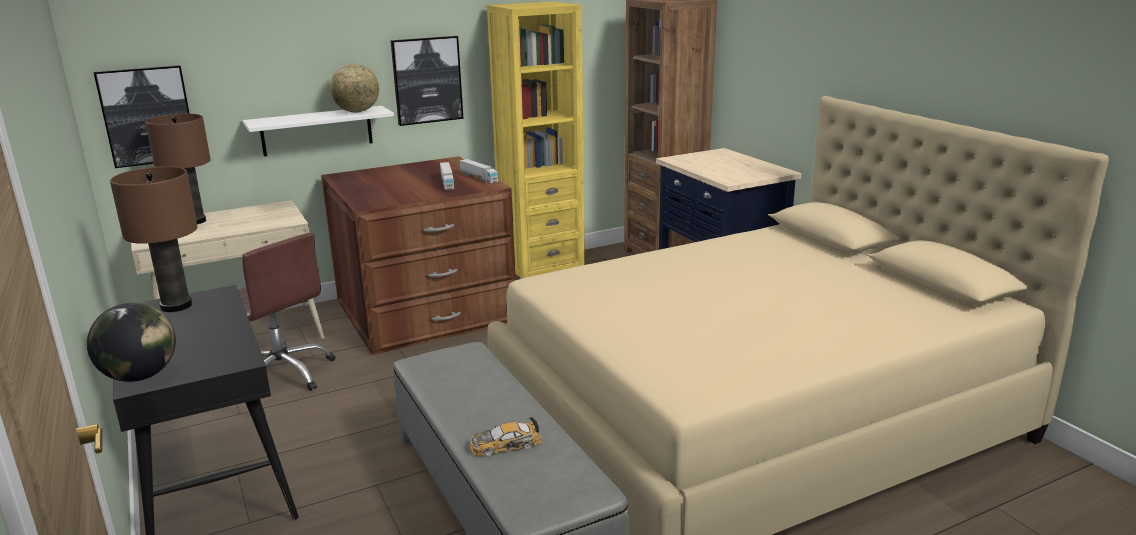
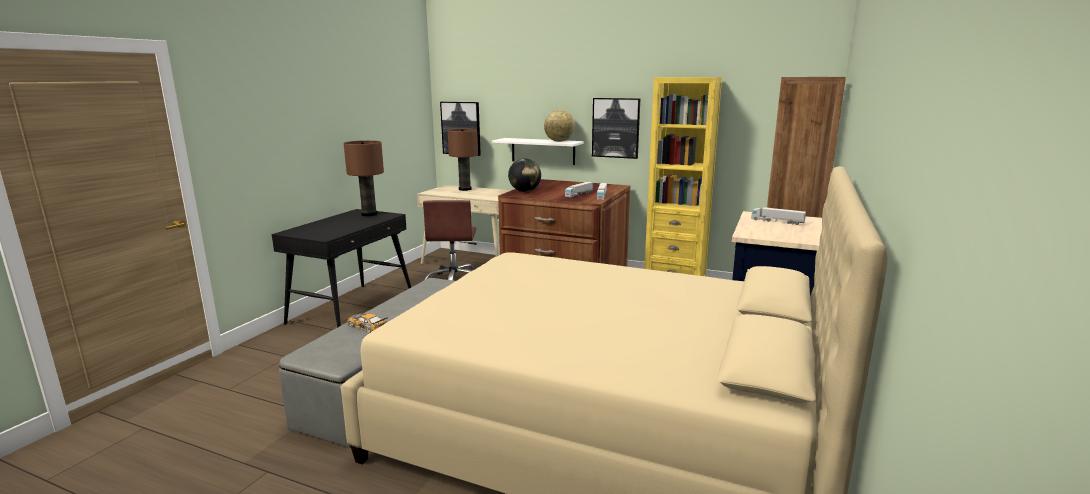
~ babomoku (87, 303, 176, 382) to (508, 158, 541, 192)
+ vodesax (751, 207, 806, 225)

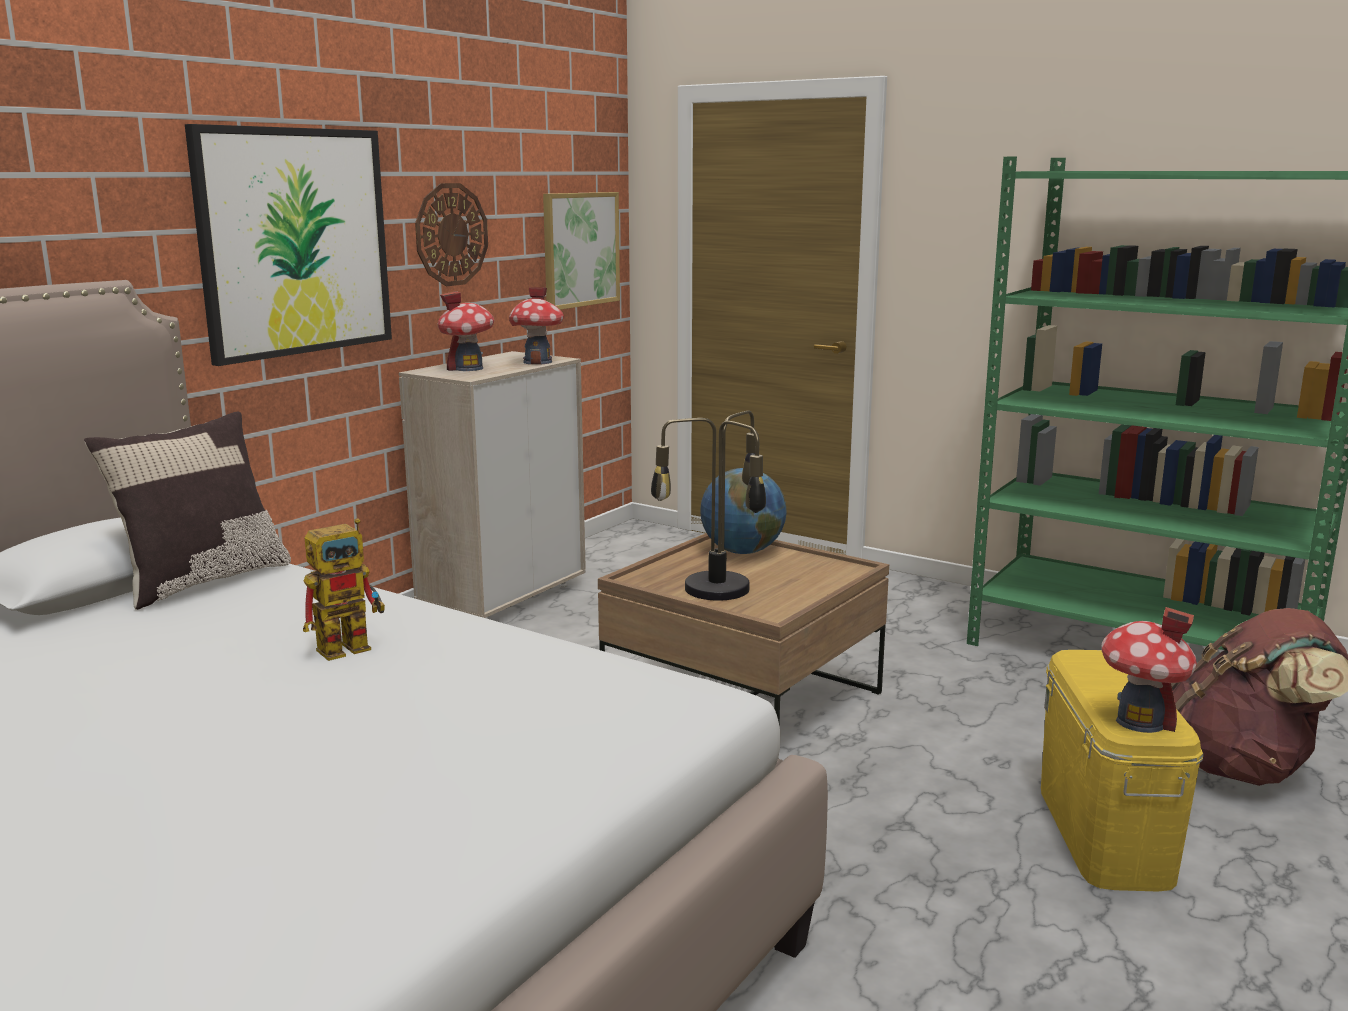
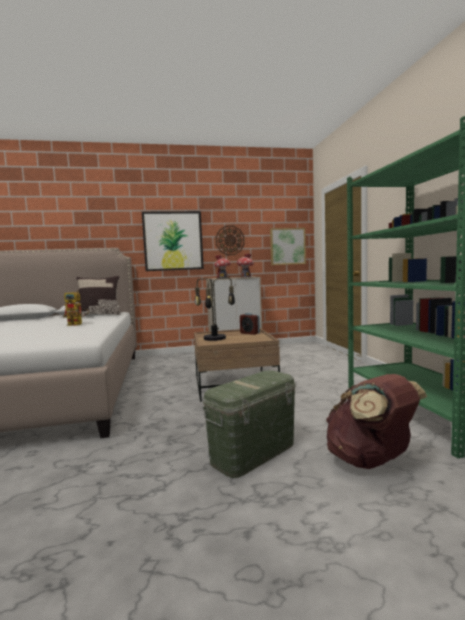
~ babomoku (700, 468, 787, 554) to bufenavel (240, 313, 260, 335)
- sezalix (1101, 607, 1197, 733)
~ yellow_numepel (1041, 650, 1203, 891) to green_numepel (203, 370, 296, 478)

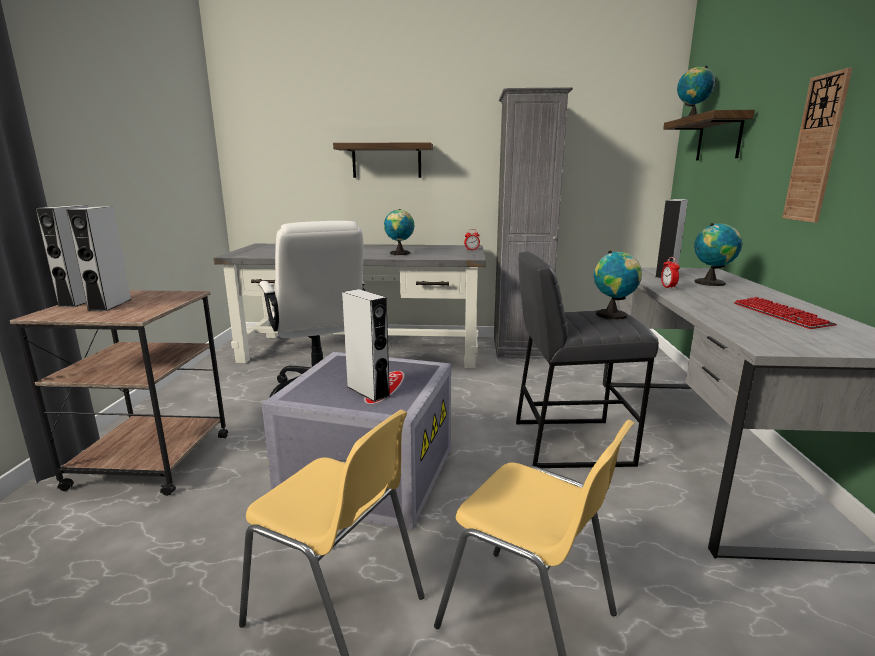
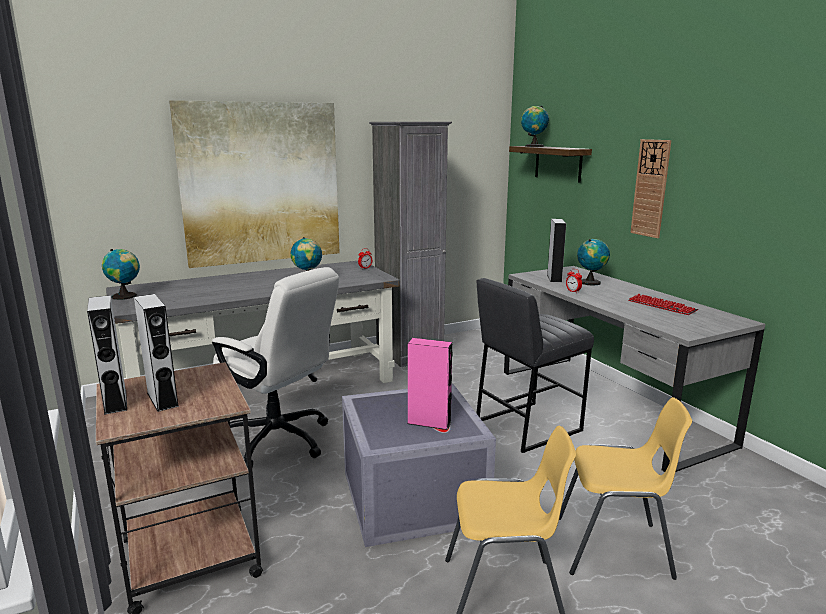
~ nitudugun (333, 142, 433, 178) to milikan (169, 100, 340, 268)
~ babomoku (594, 251, 642, 319) to (102, 249, 140, 300)
~ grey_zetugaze (342, 289, 390, 402) to pink_zetugaze (407, 338, 452, 430)

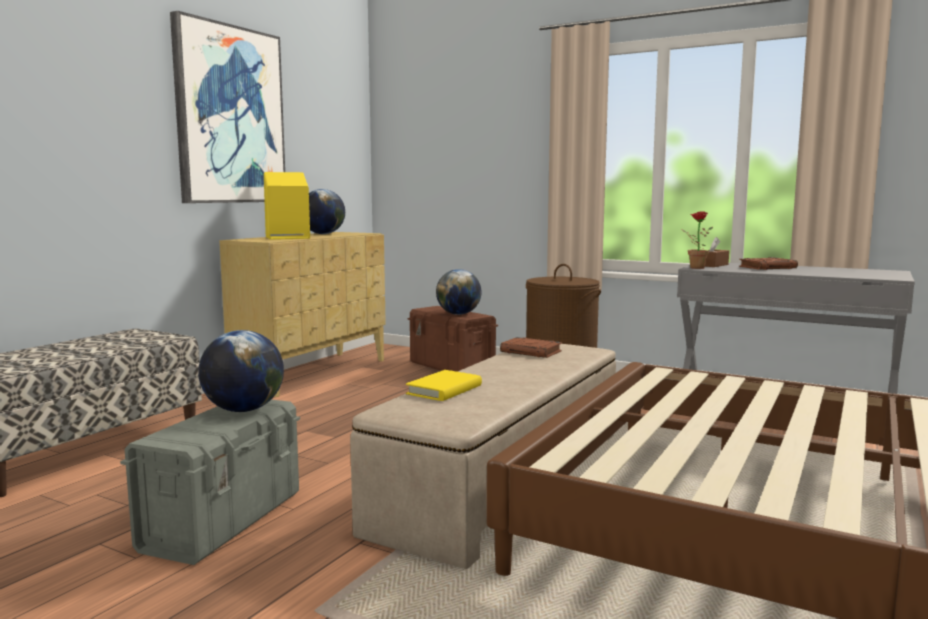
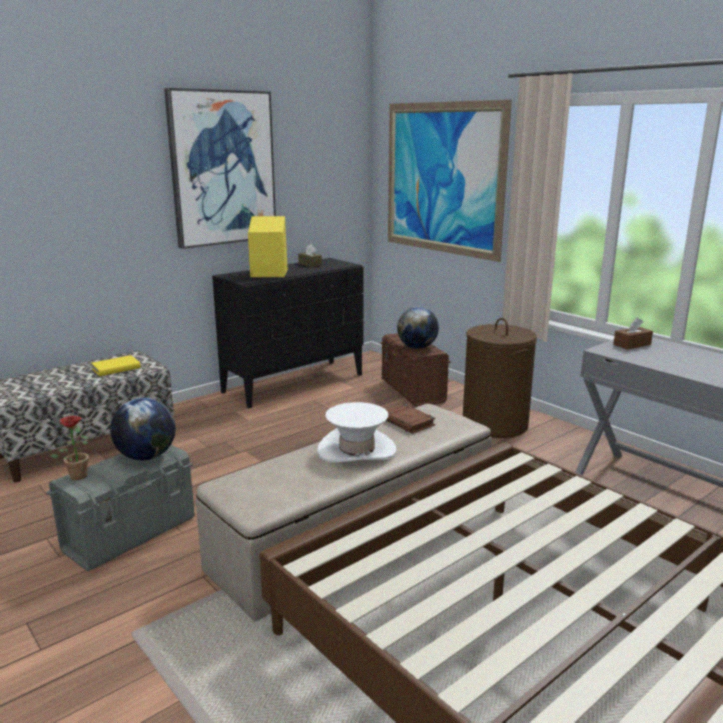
~ babomoku (309, 189, 345, 234) to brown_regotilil (298, 244, 322, 267)
~ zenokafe (681, 211, 713, 269) to (50, 416, 89, 480)
~ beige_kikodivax (219, 232, 386, 397) to black_kikodivax (212, 258, 364, 408)
- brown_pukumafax (739, 257, 798, 270)
~ yellow_pukumafax (406, 370, 482, 401) to (91, 355, 141, 376)
+ milikan (388, 100, 512, 262)
+ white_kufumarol (317, 402, 397, 462)

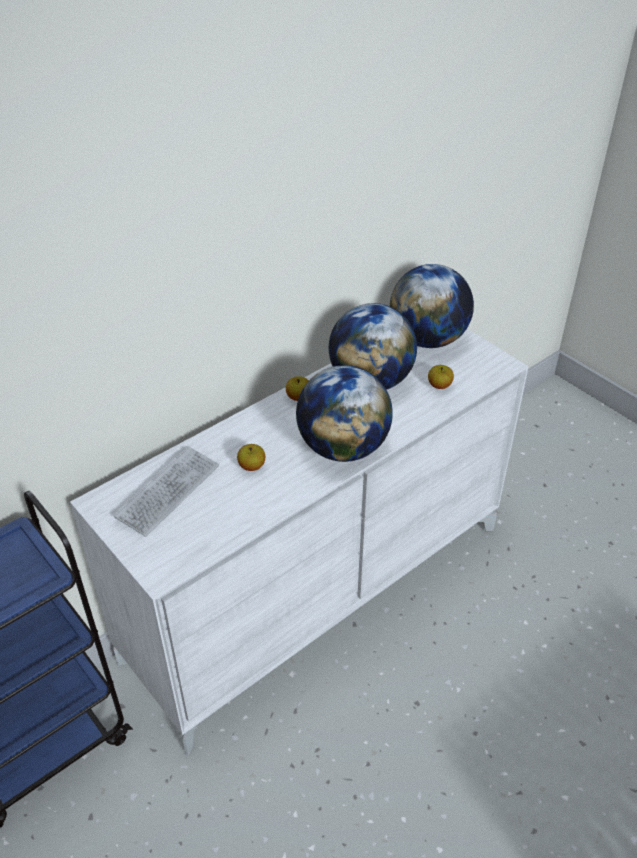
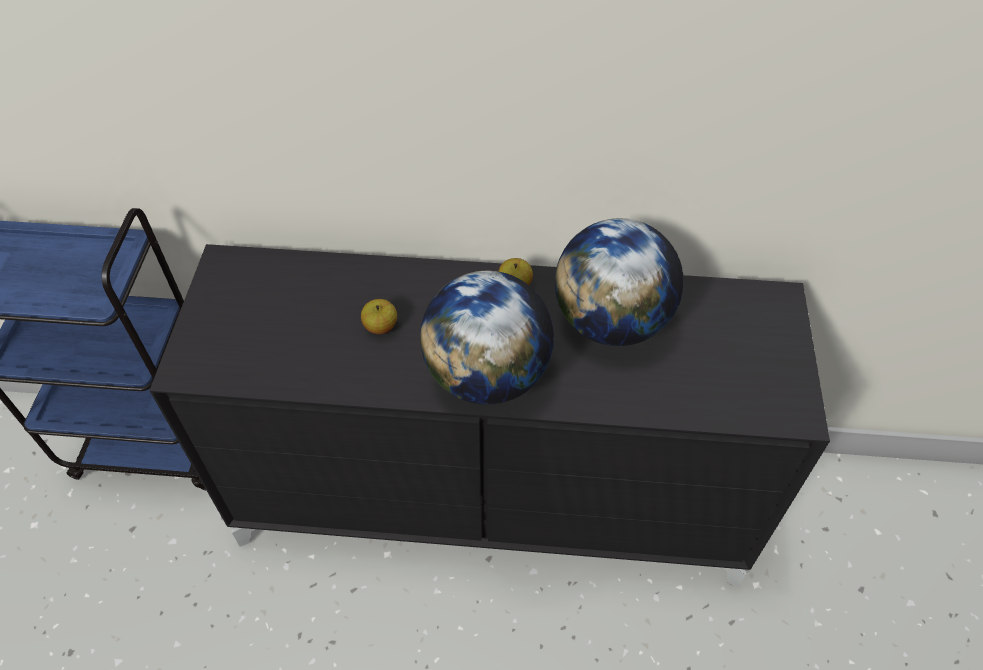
- babomoku (390, 264, 474, 348)
~ white_kikodivax (70, 329, 529, 755) to black_kikodivax (149, 244, 830, 588)
- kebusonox (428, 365, 454, 389)
- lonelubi (114, 447, 219, 537)

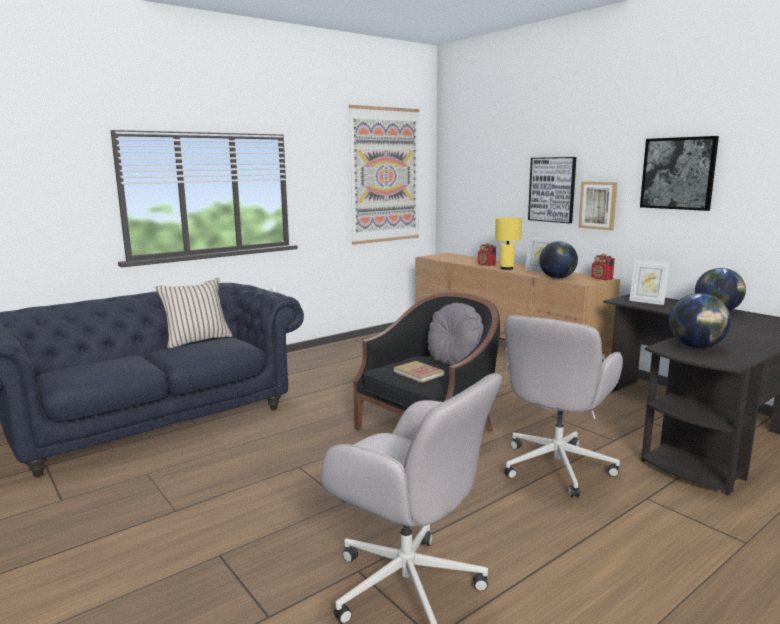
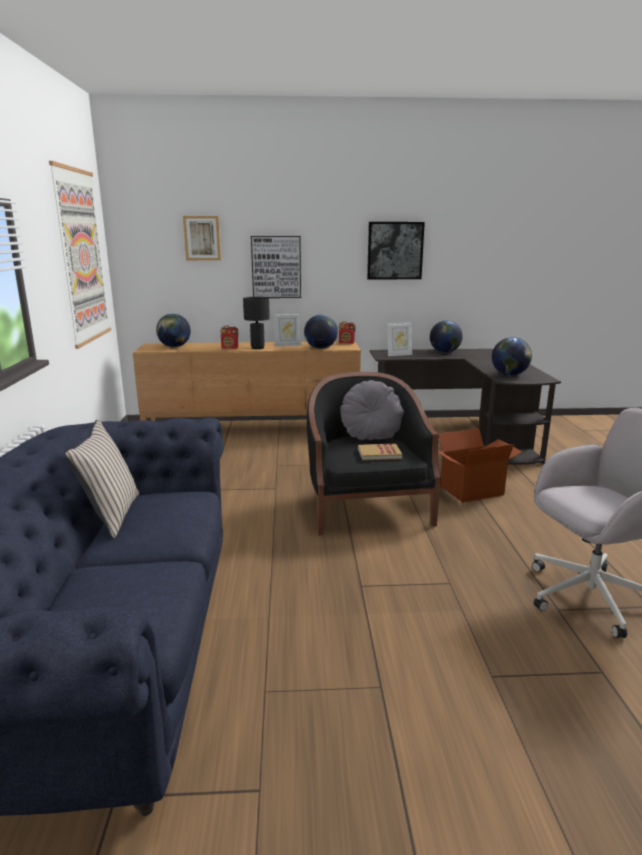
~ milikan (578, 182, 618, 231) to (183, 216, 221, 260)
~ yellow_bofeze (495, 217, 522, 270) to black_bofeze (243, 297, 270, 349)
~ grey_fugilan (504, 315, 623, 497) to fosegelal (438, 428, 523, 503)
+ babomoku (156, 314, 191, 347)

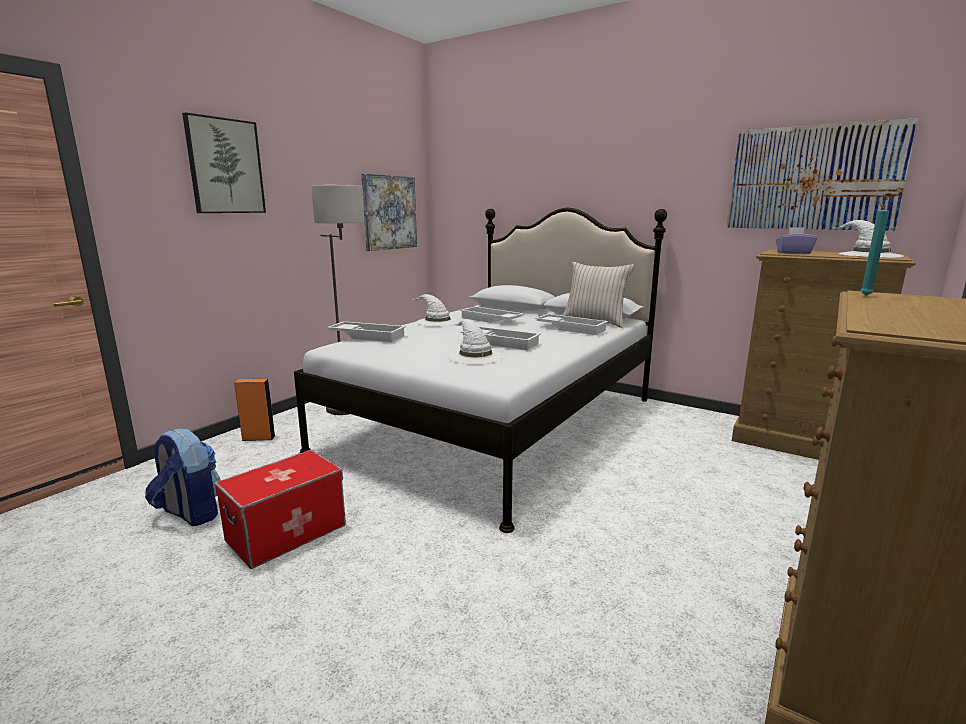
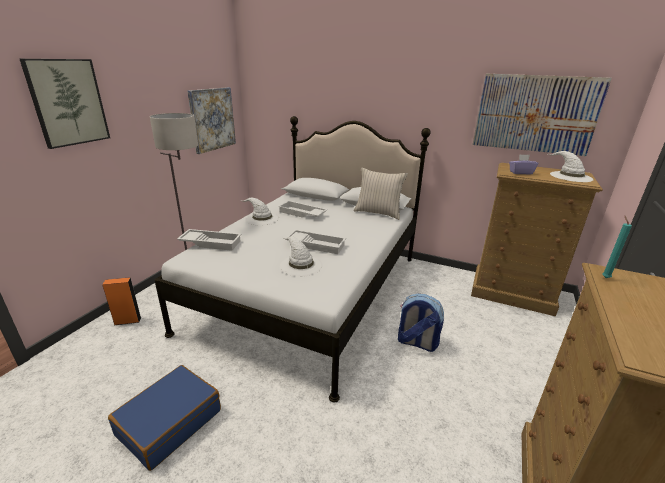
- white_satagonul (535, 314, 608, 335)
~ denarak (145, 428, 220, 526) to (398, 294, 444, 352)
~ numepel (214, 450, 346, 569) to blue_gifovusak (108, 365, 221, 471)

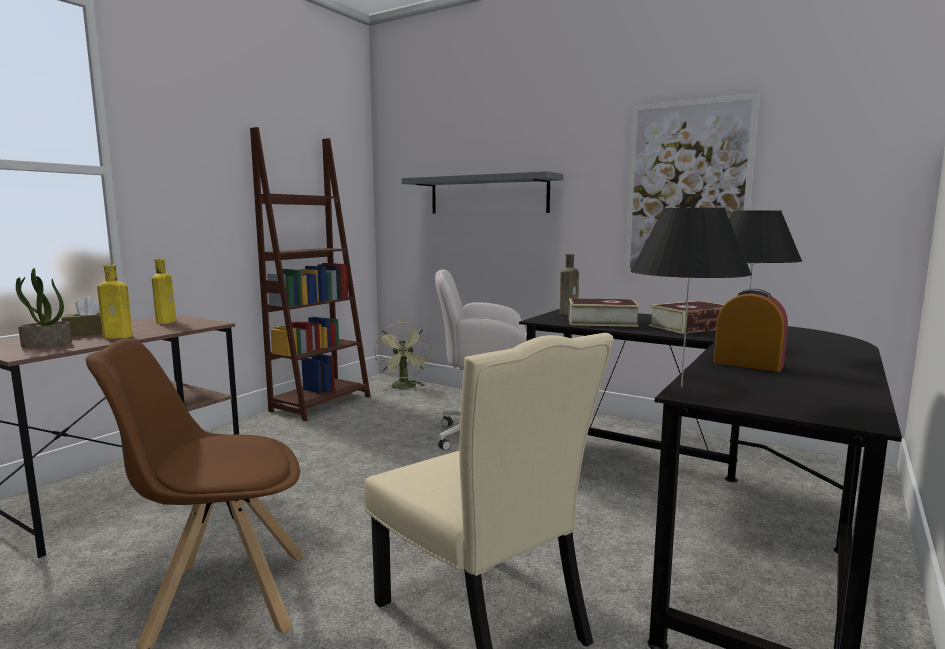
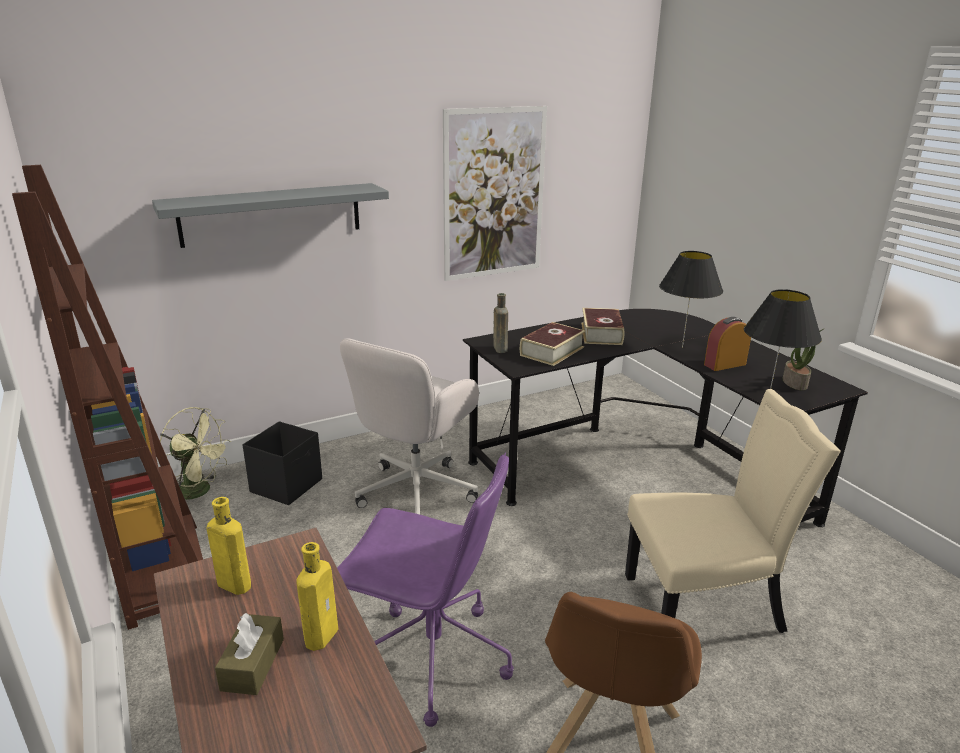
~ zenokafe (16, 268, 72, 348) to (783, 329, 823, 390)
+ black_numepel (243, 421, 322, 505)
+ purple_fugilan (337, 453, 514, 727)

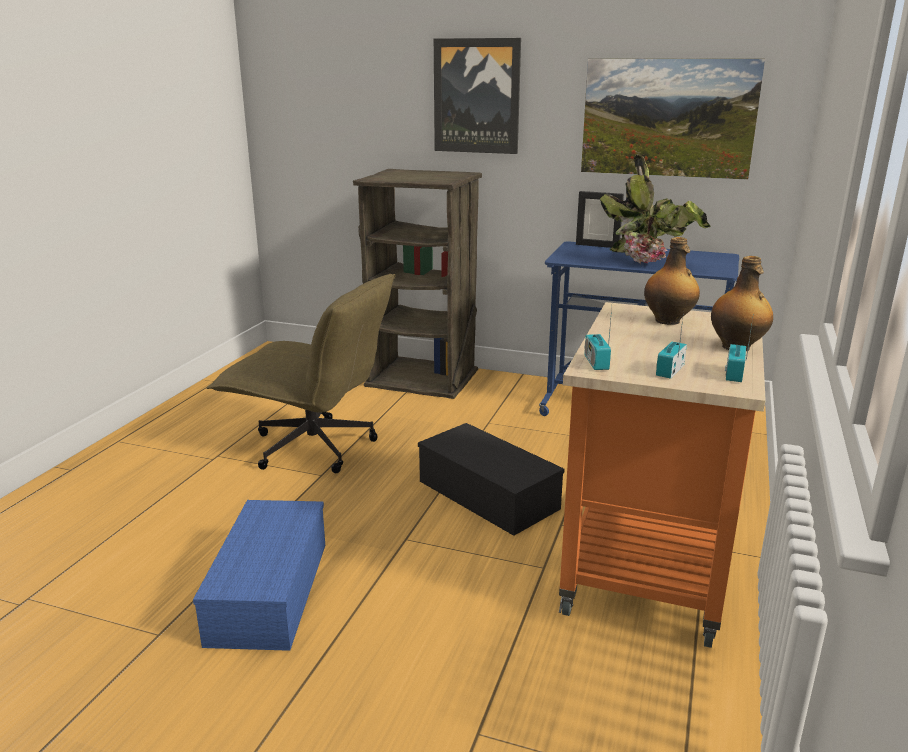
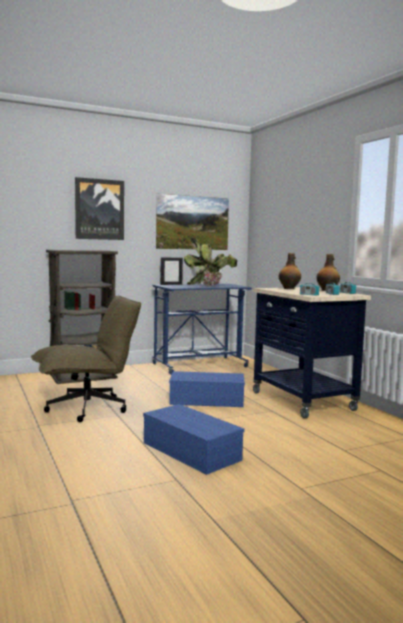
~ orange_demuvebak (559, 302, 766, 648) to blue_demuvebak (253, 287, 371, 419)
~ black_numepel (418, 423, 564, 536) to blue_numepel (169, 371, 245, 407)

